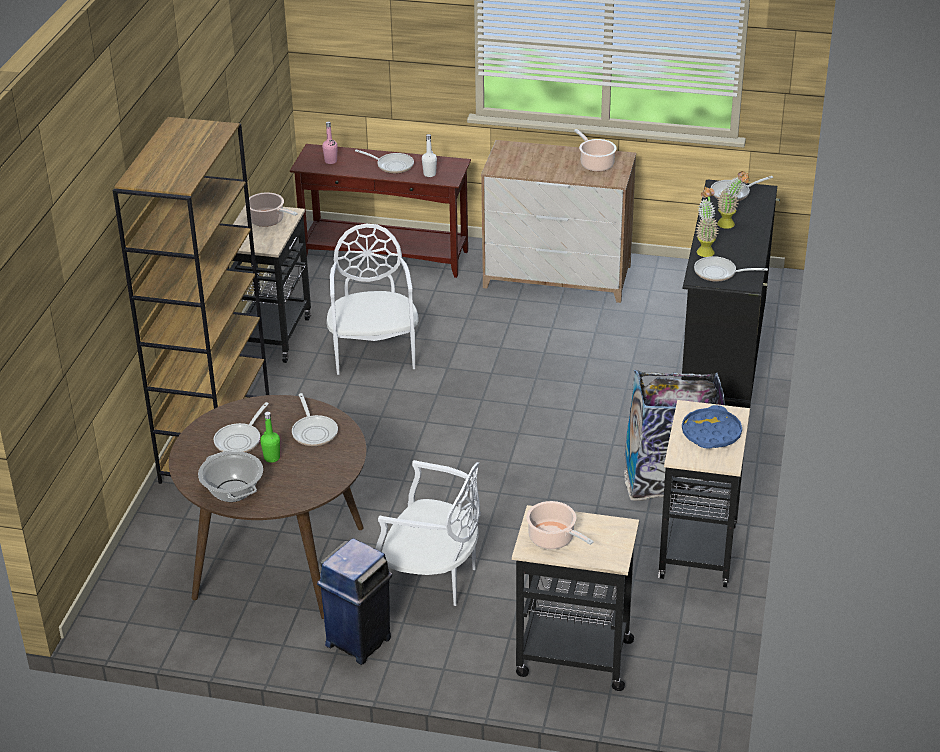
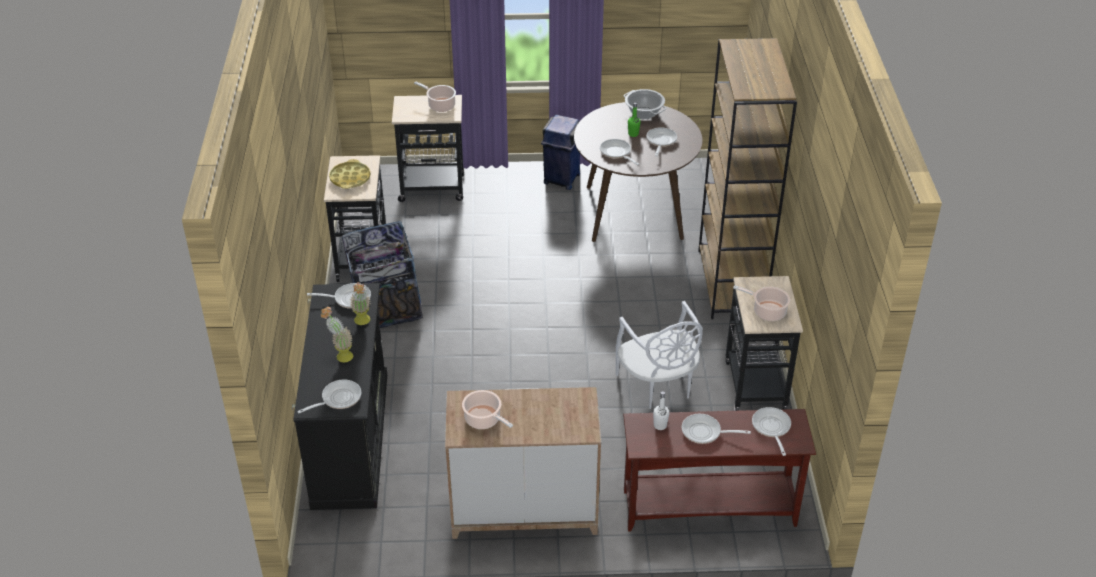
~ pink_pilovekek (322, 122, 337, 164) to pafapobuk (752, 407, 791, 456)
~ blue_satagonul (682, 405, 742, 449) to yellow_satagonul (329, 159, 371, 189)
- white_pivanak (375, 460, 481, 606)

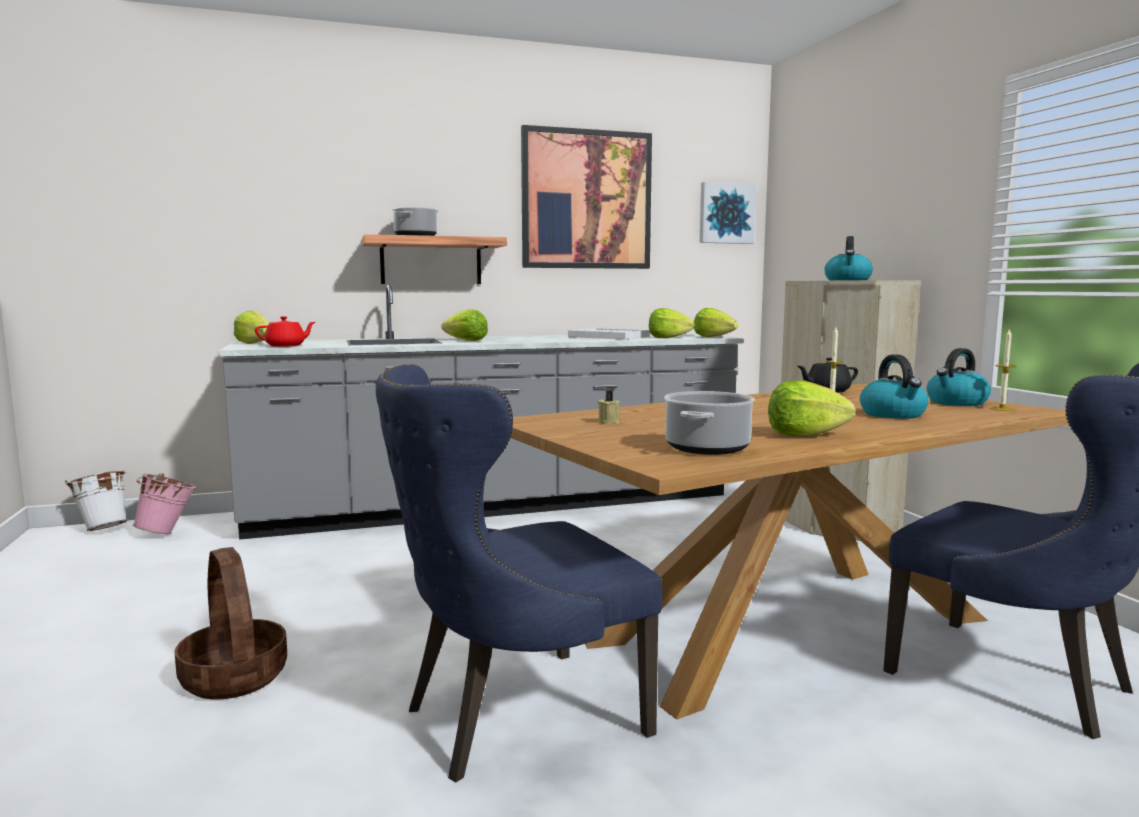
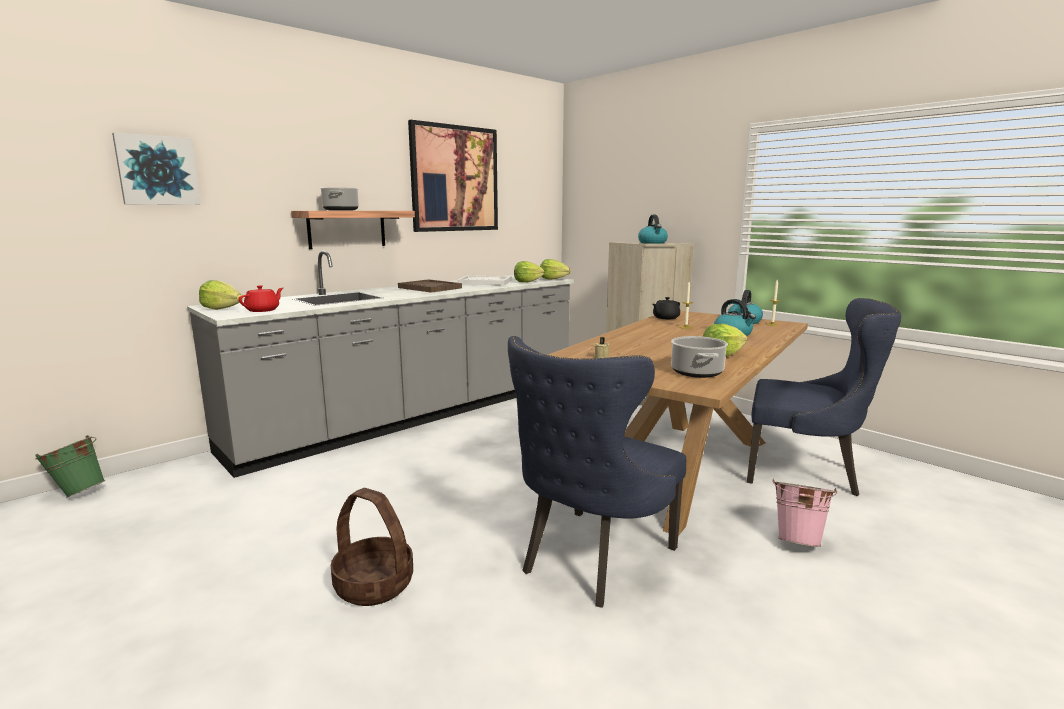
~ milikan (700, 182, 757, 244) to (112, 132, 201, 205)
- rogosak (441, 310, 488, 341)
~ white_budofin (65, 470, 127, 531) to green_budofin (35, 435, 105, 497)
~ pink_budofin (133, 473, 196, 534) to (772, 478, 837, 547)
+ brown_satagonul (398, 279, 462, 293)

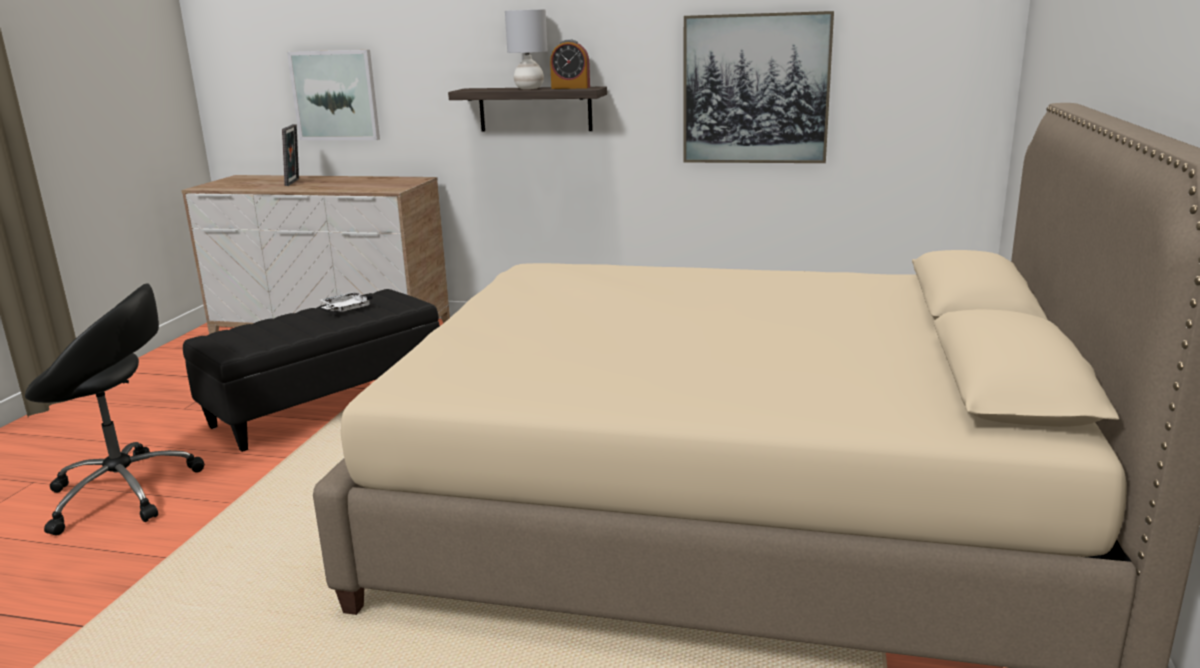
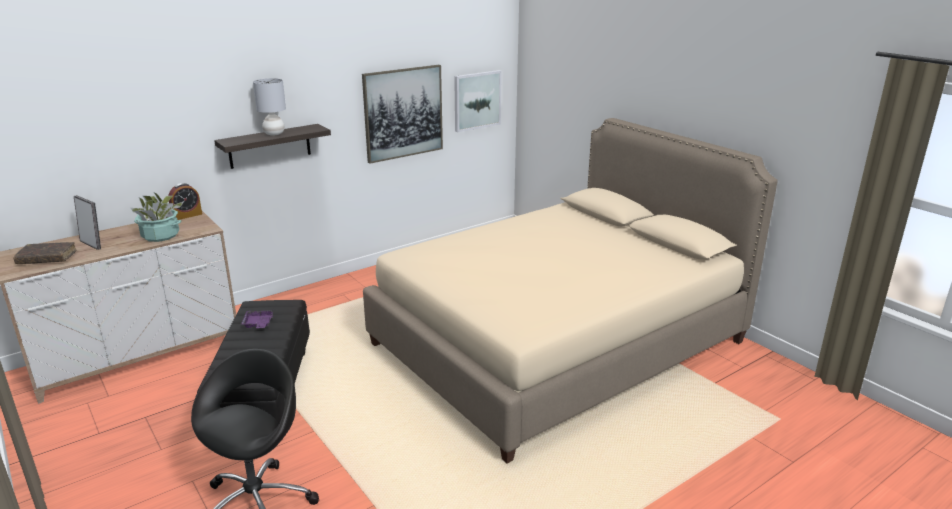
~ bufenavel (550, 39, 590, 89) to (168, 183, 202, 220)
~ milikan (287, 50, 380, 140) to (454, 70, 502, 132)
~ white_satagonul (321, 292, 373, 312) to purple_satagonul (241, 310, 273, 328)
+ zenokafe (131, 192, 185, 242)
+ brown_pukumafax (13, 242, 77, 264)

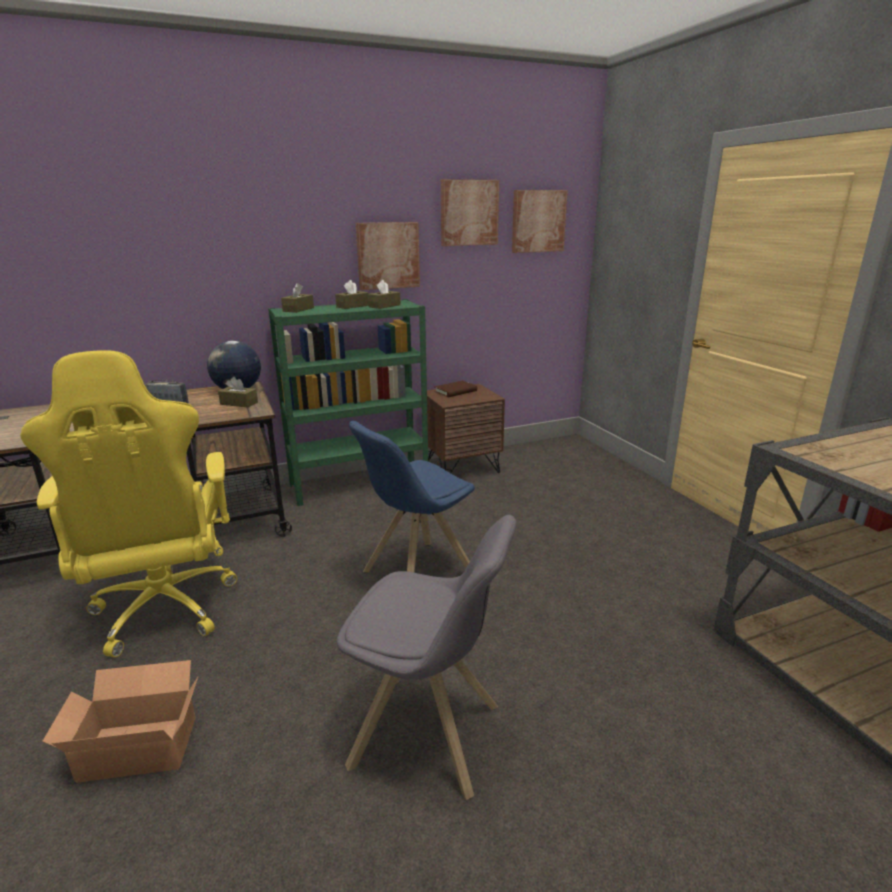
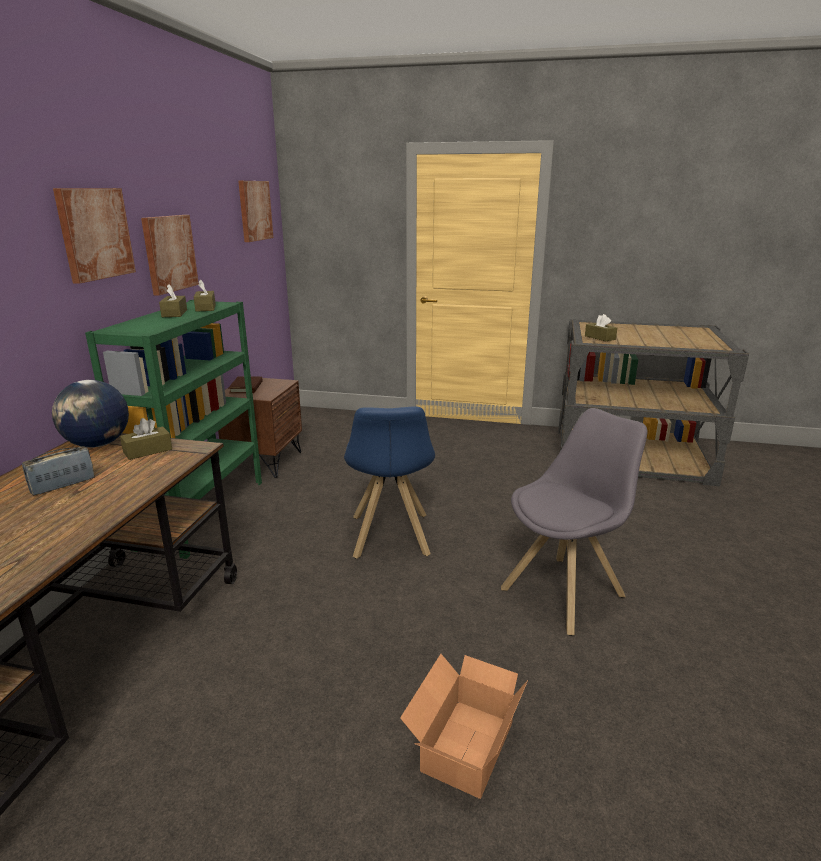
~ milikan (441, 179, 499, 246) to (53, 188, 136, 284)
~ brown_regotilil (281, 283, 314, 313) to (585, 314, 617, 341)
- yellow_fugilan (20, 350, 237, 657)

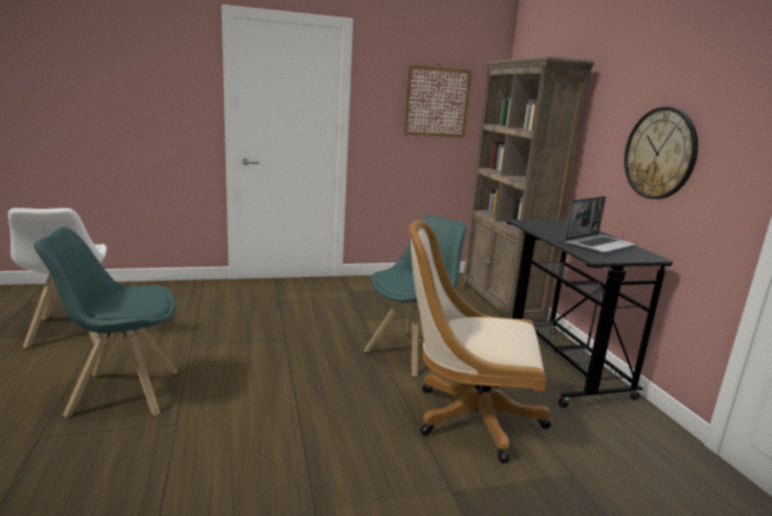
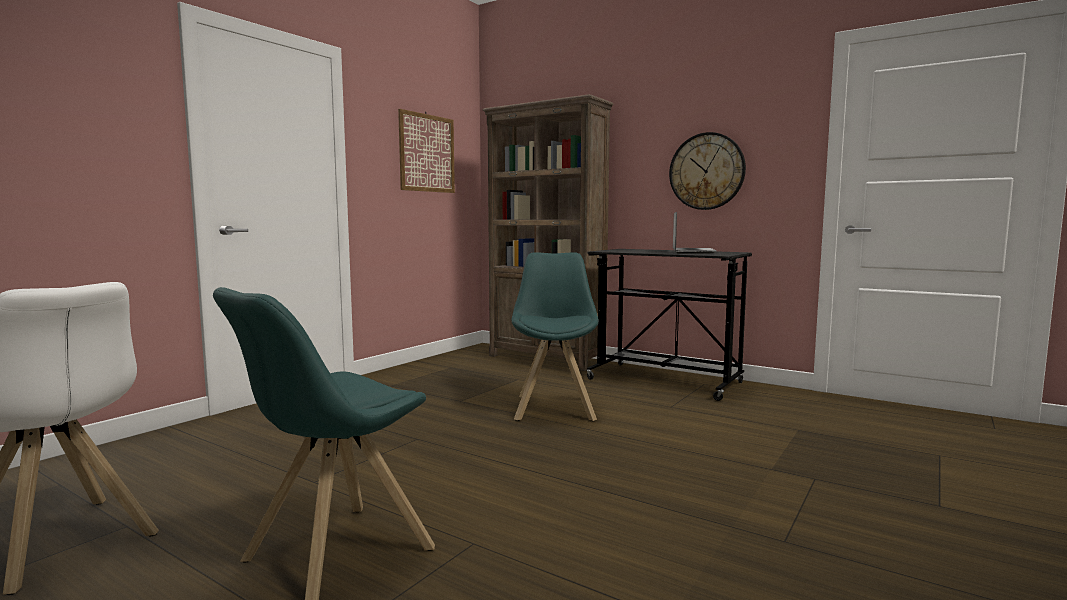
- fugilan (409, 220, 551, 463)

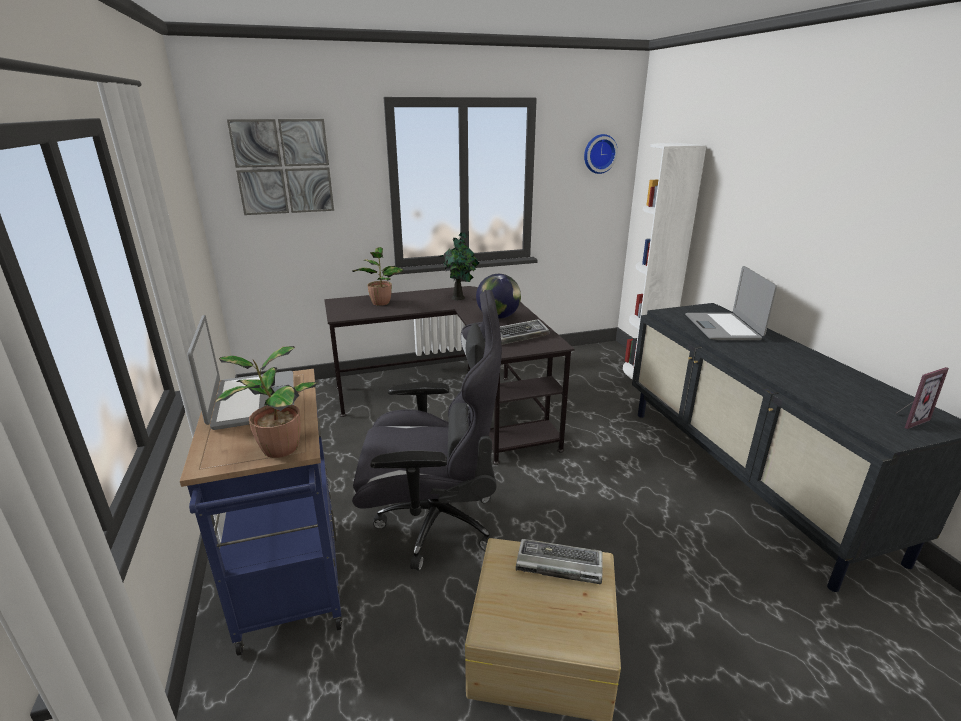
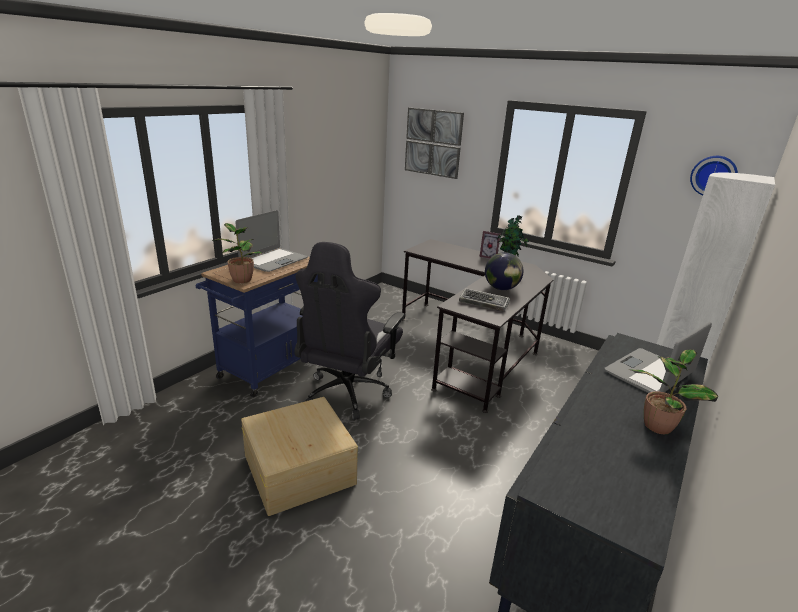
~ zenokafe (353, 247, 403, 306) to (628, 349, 718, 434)
~ black_fugilan (352, 290, 502, 571) = (294, 242, 405, 420) 60 degrees clockwise
~ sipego (896, 367, 949, 429) to (480, 231, 501, 259)
- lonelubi (516, 539, 603, 585)

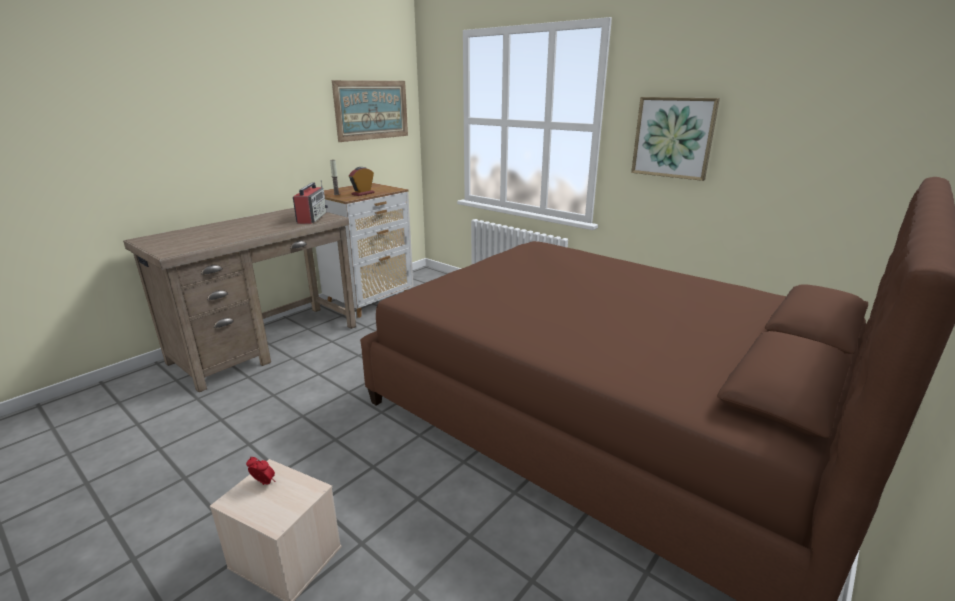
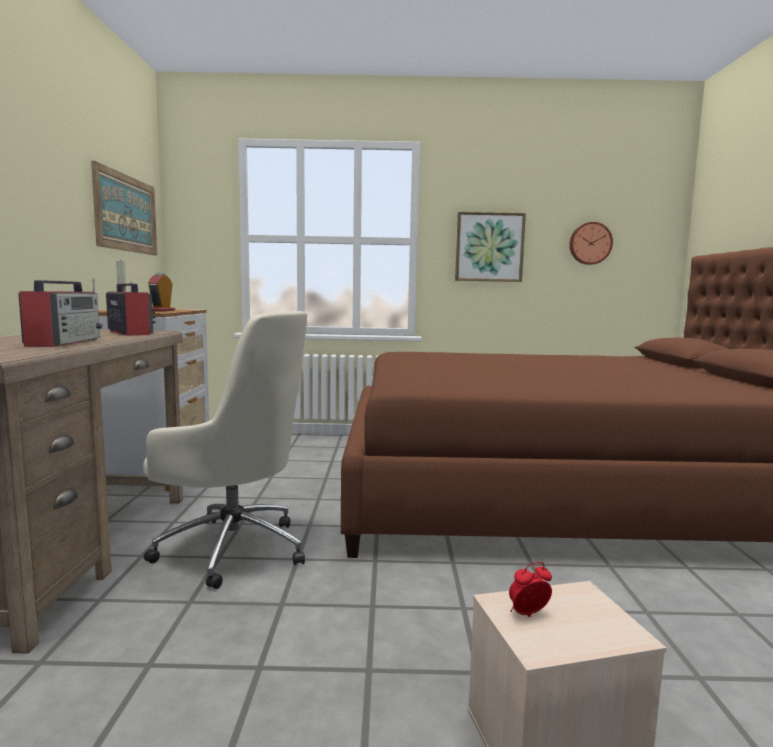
+ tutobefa (569, 222, 613, 265)
+ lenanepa (18, 278, 103, 347)
+ beige_fugilan (143, 311, 307, 589)

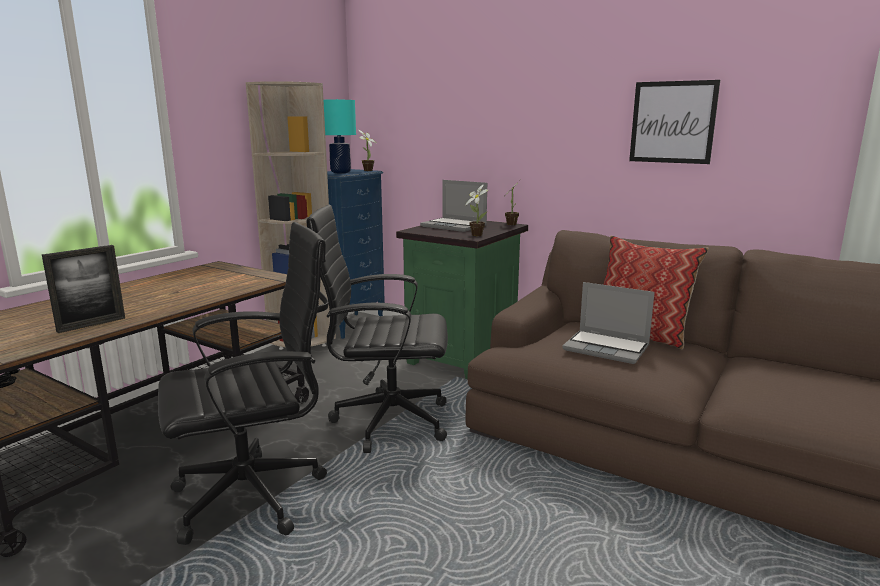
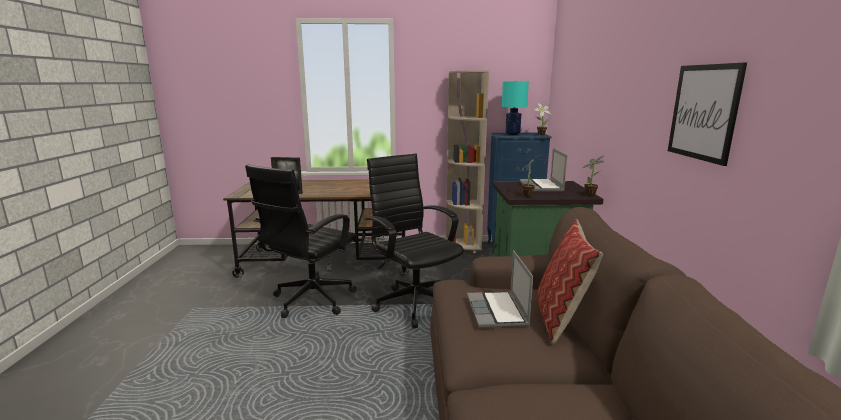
~ black_fugilan (158, 222, 329, 545) = (245, 164, 357, 318) 90 degrees clockwise

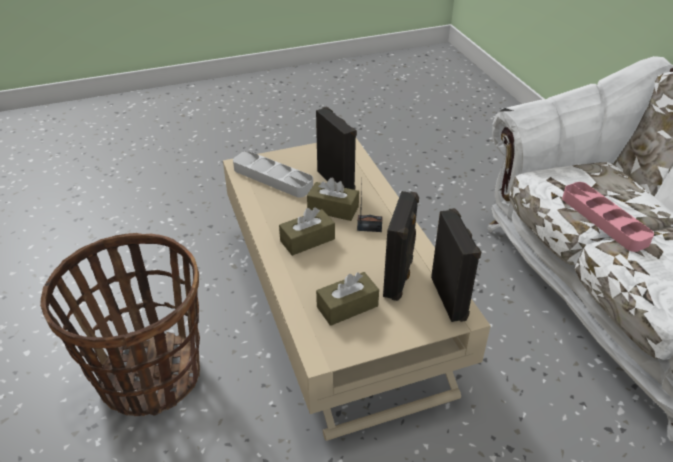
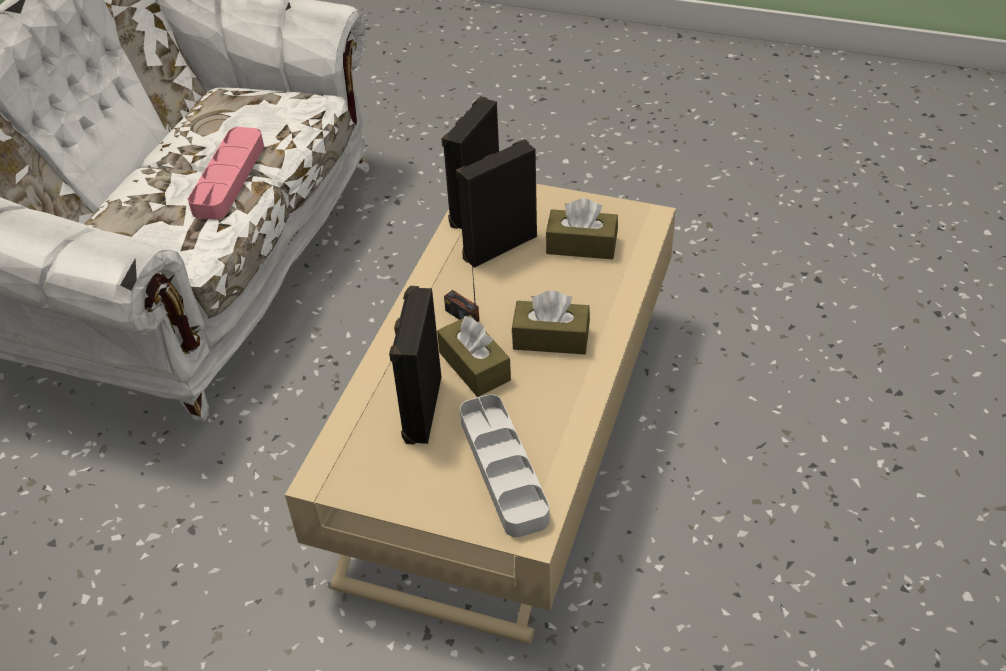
- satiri (40, 233, 200, 416)

